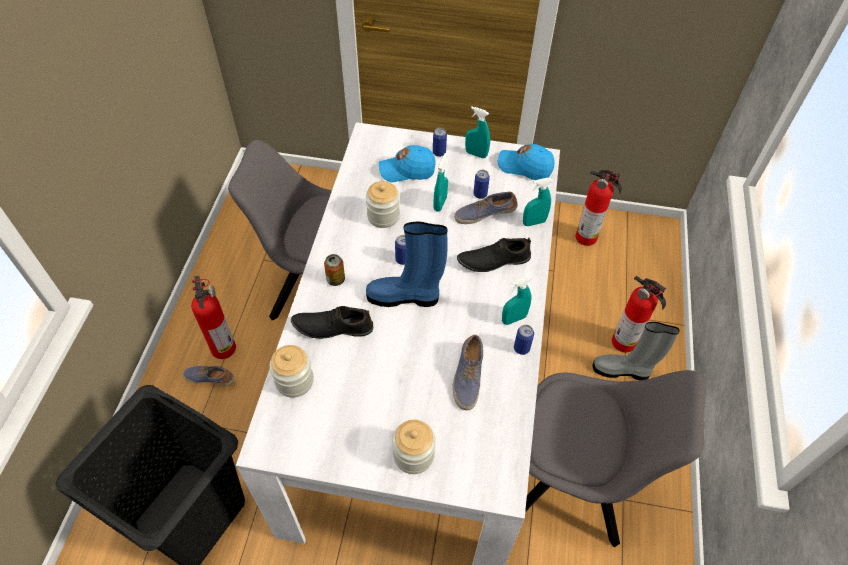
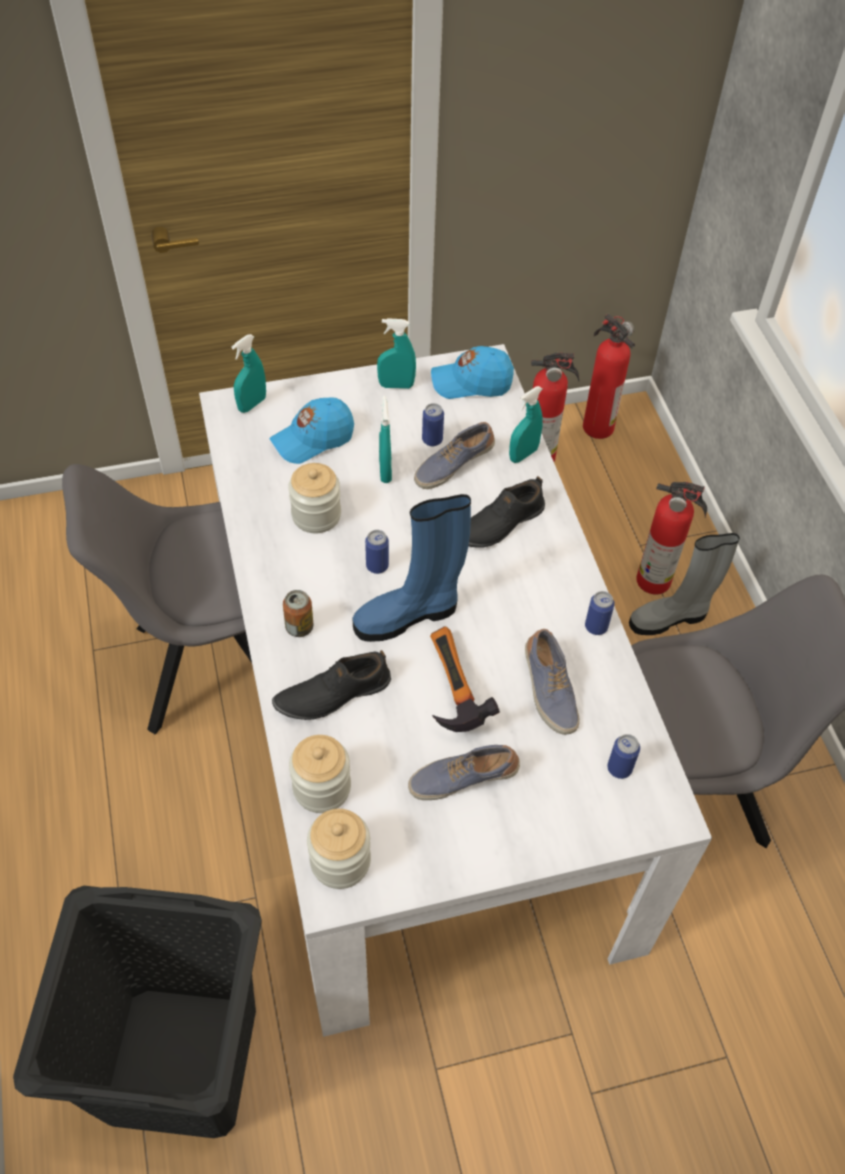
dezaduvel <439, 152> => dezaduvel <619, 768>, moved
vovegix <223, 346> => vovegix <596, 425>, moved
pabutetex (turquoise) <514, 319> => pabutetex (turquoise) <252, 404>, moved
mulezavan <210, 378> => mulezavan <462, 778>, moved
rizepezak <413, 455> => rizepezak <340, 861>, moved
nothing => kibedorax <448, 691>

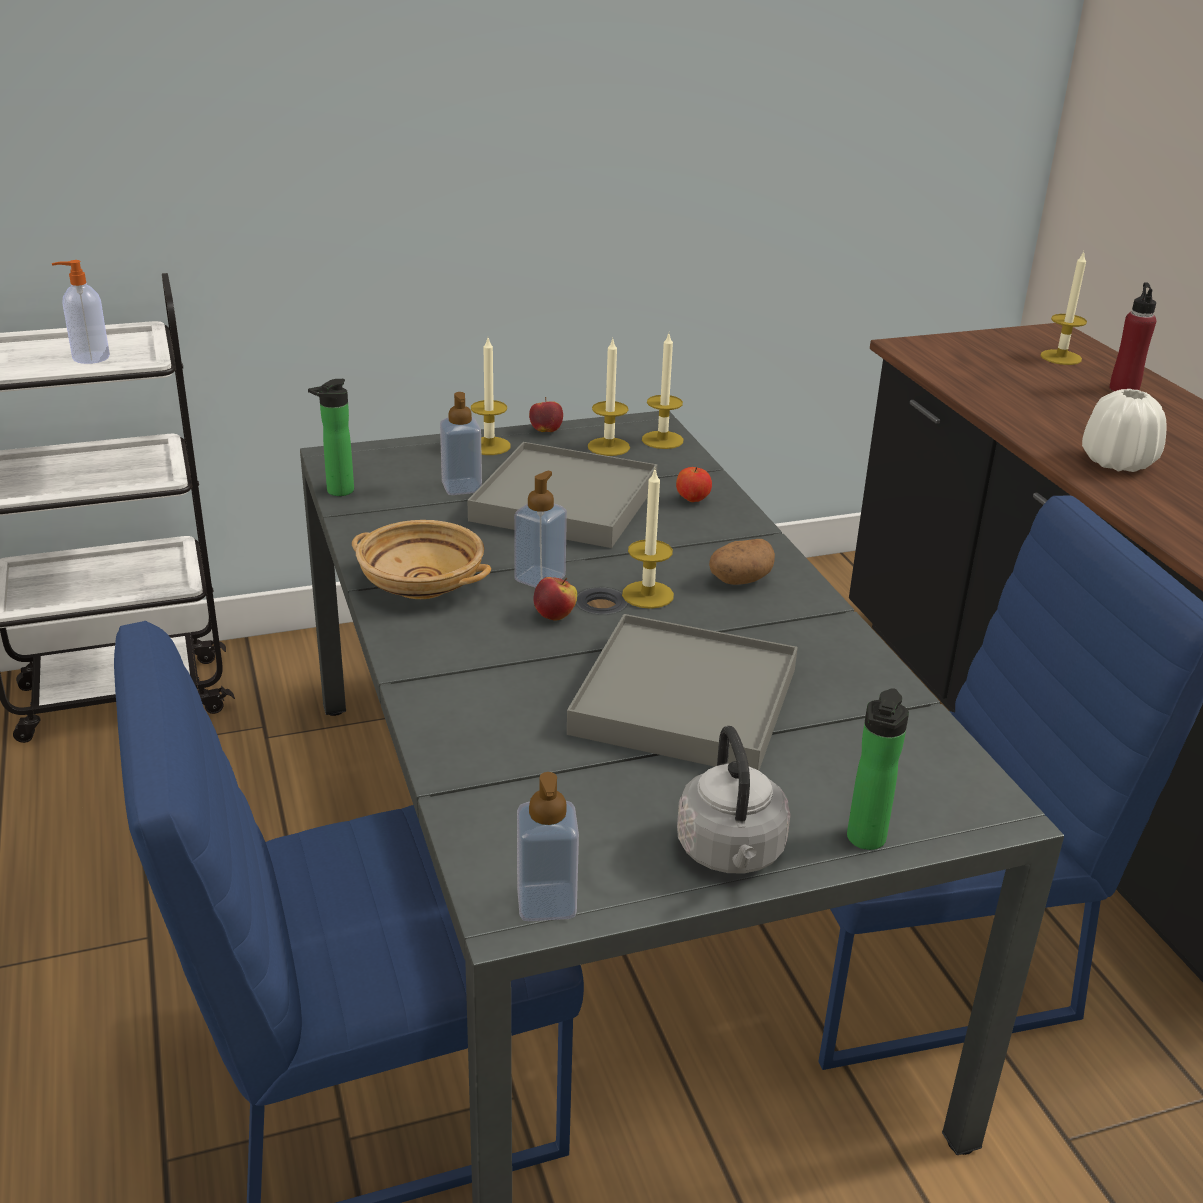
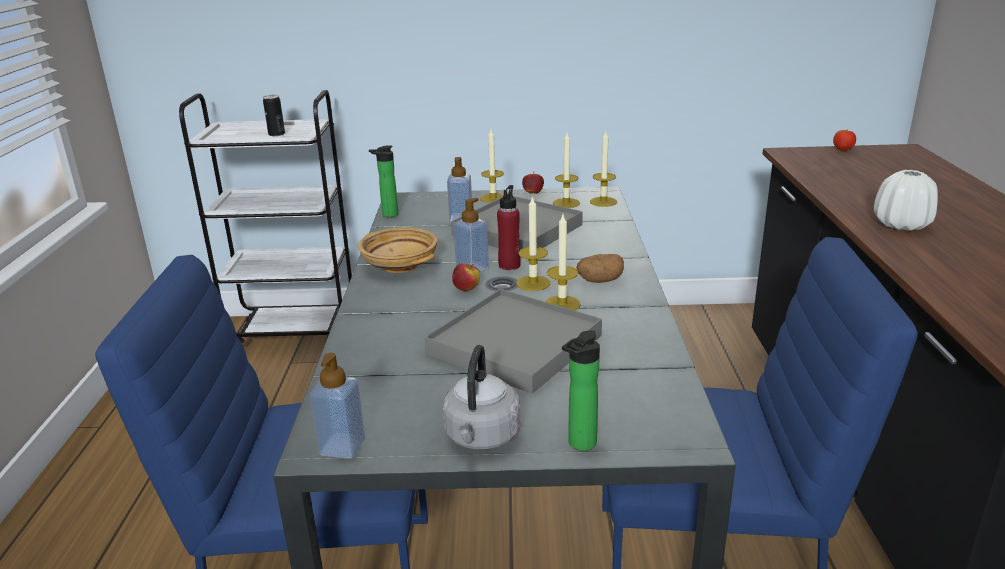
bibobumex <1061, 357> => bibobumex <562, 304>, moved
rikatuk <89, 358> => dezaduvel <276, 134>
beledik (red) <1124, 389> => beledik (red) <509, 265>, moved
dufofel <692, 500> => dufofel <842, 150>, moved

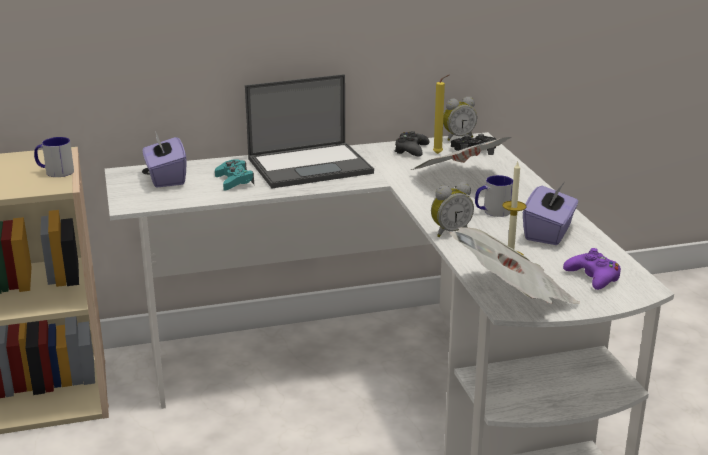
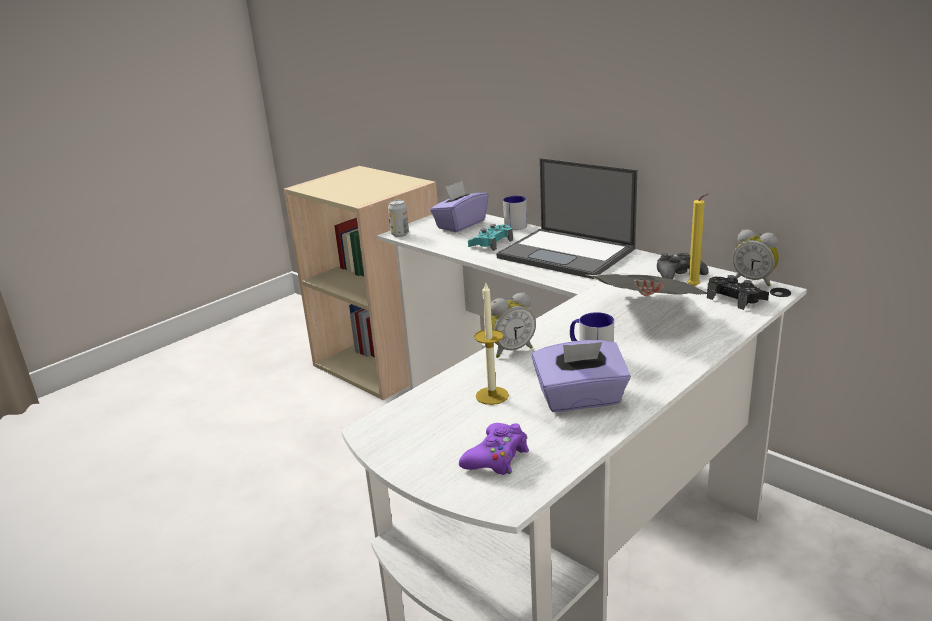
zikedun <55, 172> => zikedun <513, 225>, moved
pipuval <450, 231> => pipuval <510, 350>, 60 degrees counterclockwise
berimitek <513, 297> => nothing
nothing => dezaduvel <400, 234>

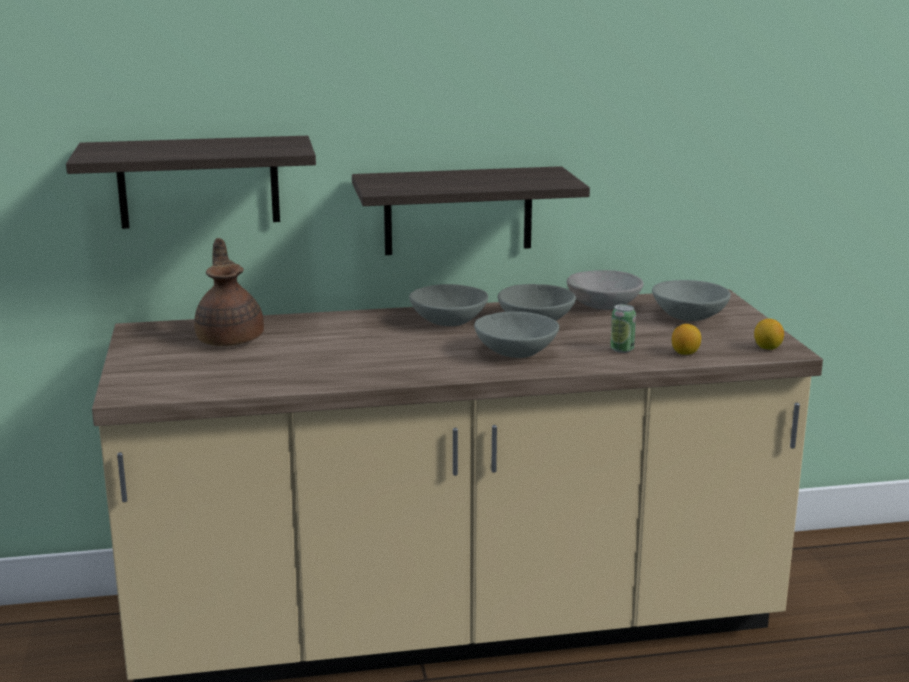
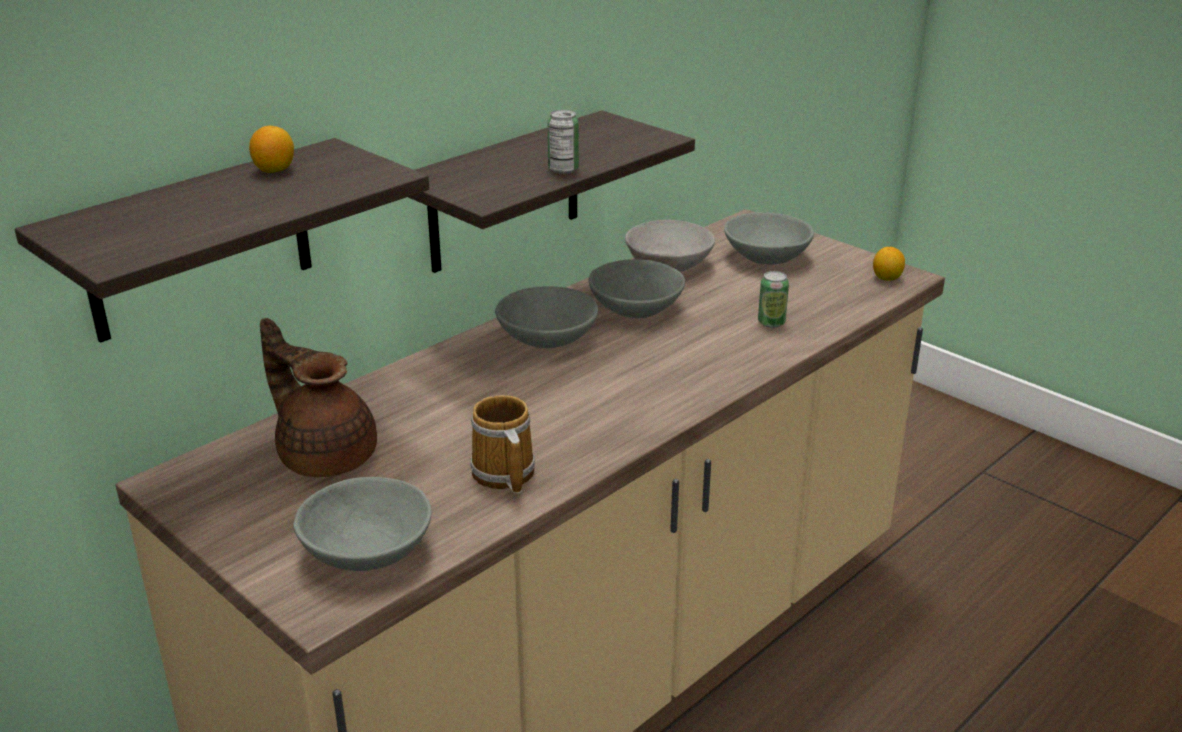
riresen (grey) <516, 352> => riresen (grey) <367, 552>, moved
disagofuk <685, 353> => disagofuk <274, 170>, moved
nothing => dezaduvel <563, 169>
nothing => zikedun <502, 474>

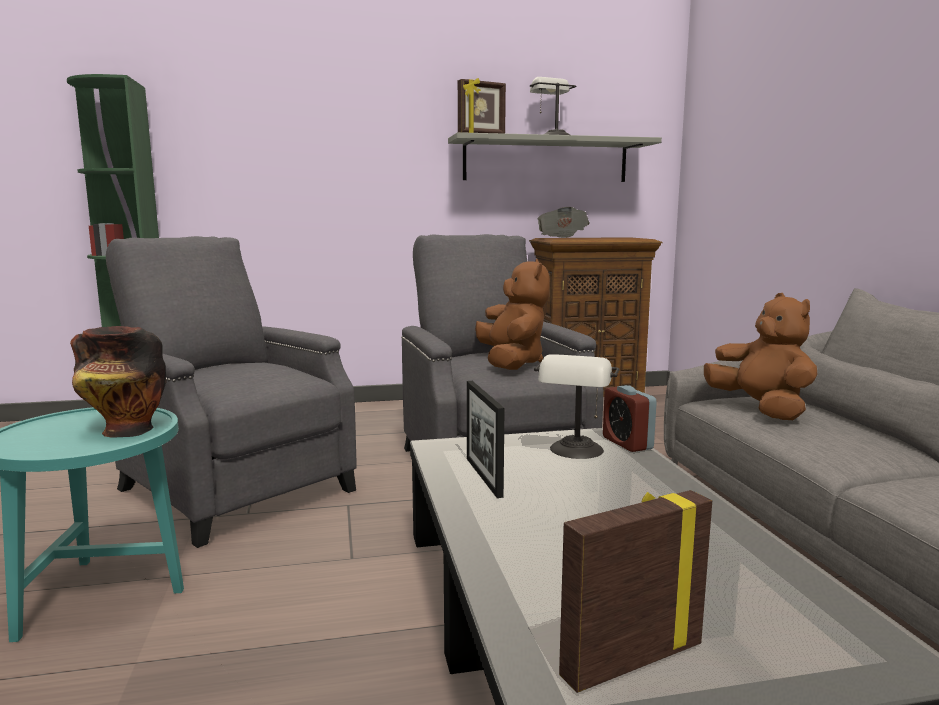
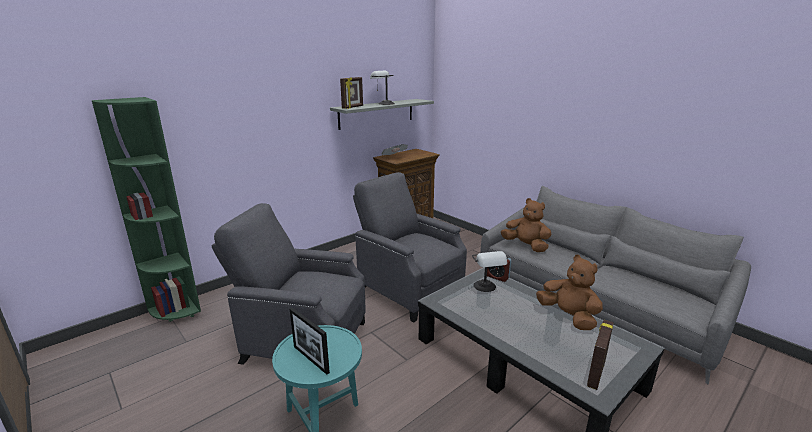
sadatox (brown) <511, 363> => sadatox (brown) <568, 317>, moved
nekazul <125, 430> => nothing
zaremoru <483, 476> => zaremoru <311, 359>, moved

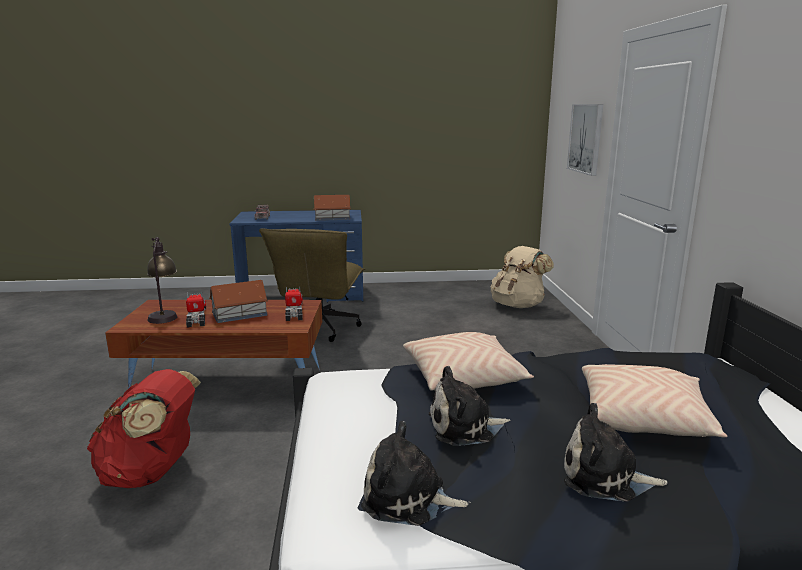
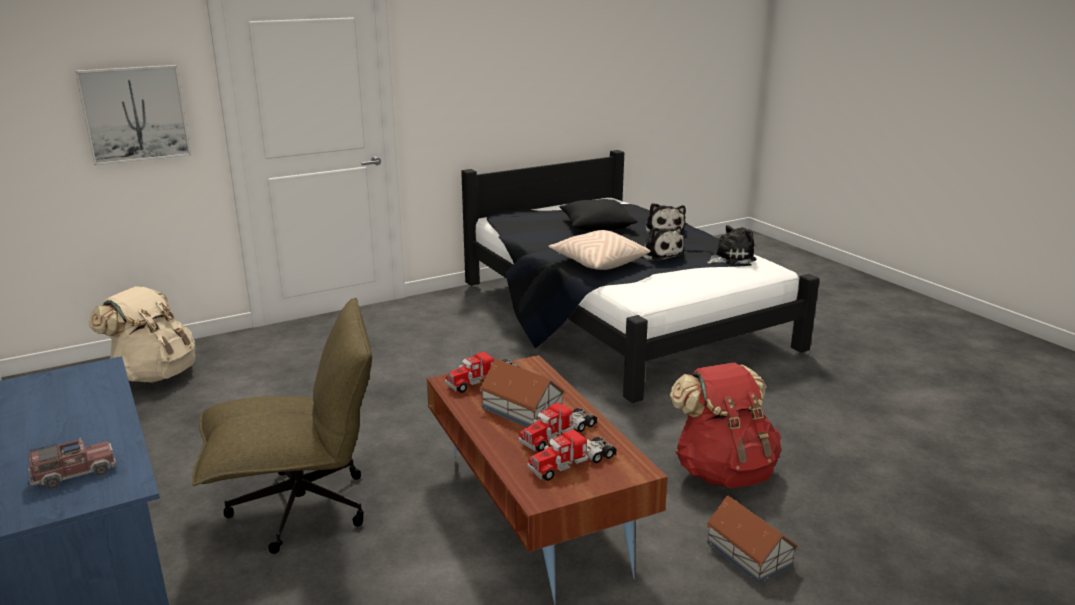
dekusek <333, 218> => dekusek <748, 553>, moved
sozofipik <164, 314> => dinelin <572, 463>
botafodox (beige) <644, 418> => botafodox (black) <596, 226>
sadatox <409, 499> => sadatox <730, 258>, 105 degrees counterclockwise

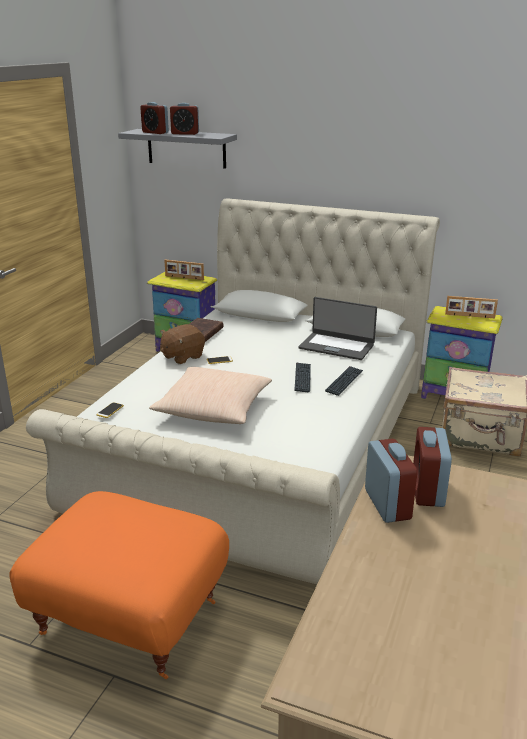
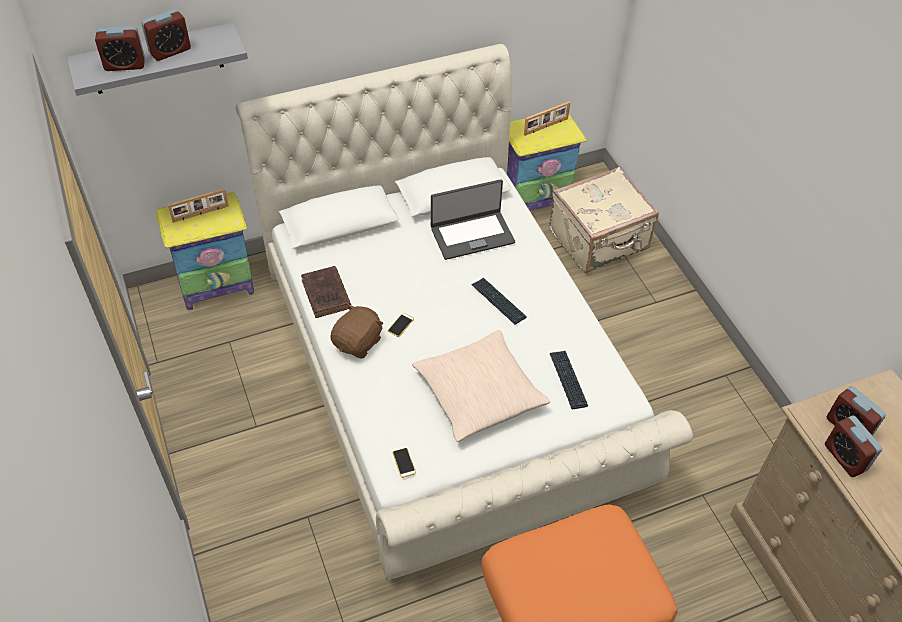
sadatox (brown) <182, 356> => sadatox (brown) <358, 342>, 150 degrees counterclockwise
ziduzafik <344, 381> => ziduzafik <568, 380>, moved
pipuval <387, 504> => pipuval <845, 457>, 150 degrees counterclockwise

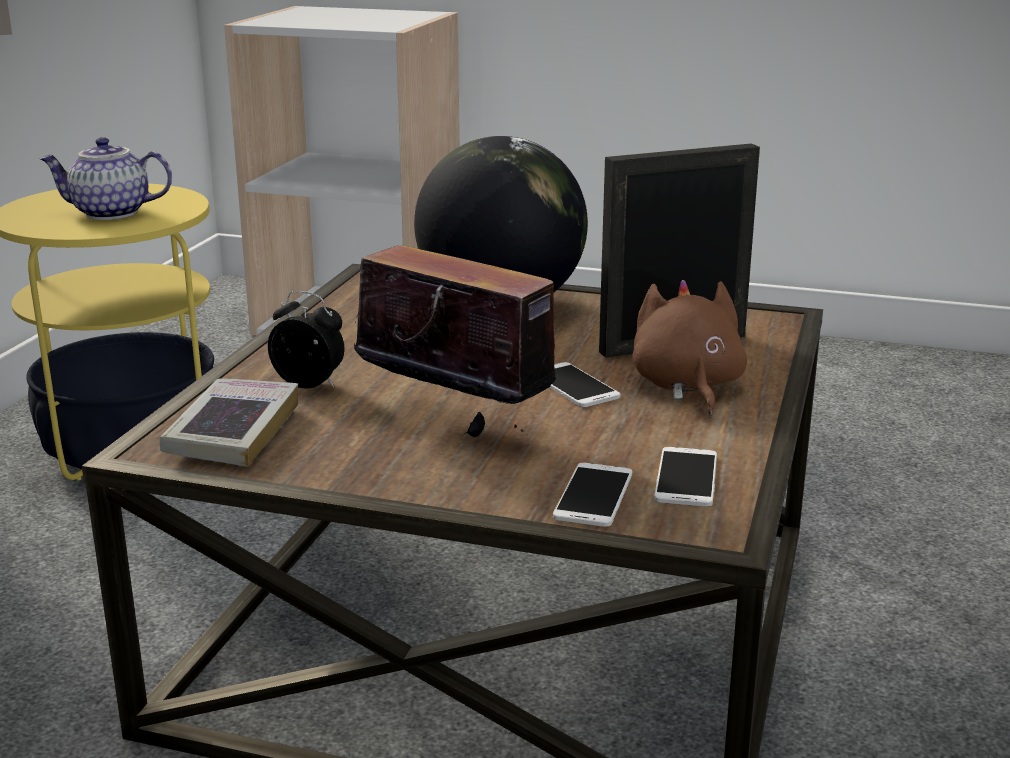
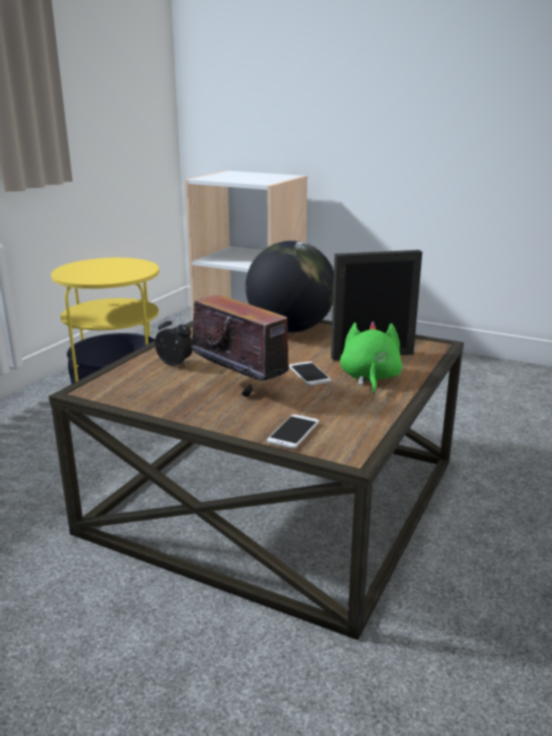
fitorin <110, 213> => nothing
sadatox (brown) <686, 386> => sadatox (green) <369, 378>
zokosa <233, 431> => nothing
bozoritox <686, 478> => nothing

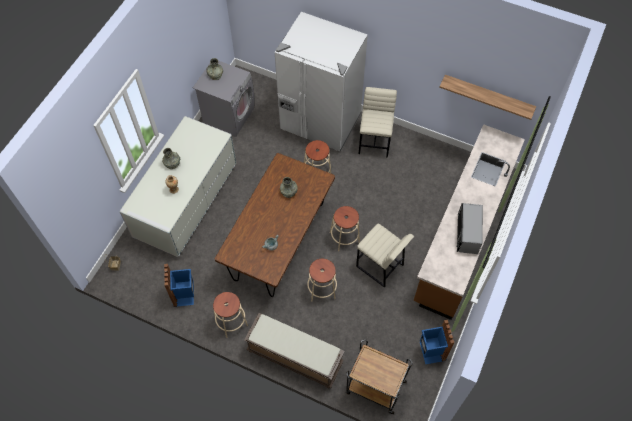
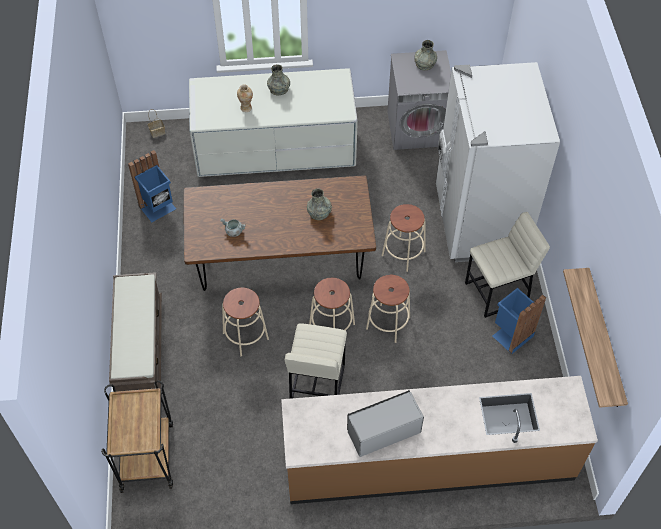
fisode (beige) <231, 321> => fisode (beige) <388, 323>, moved
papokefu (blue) <431, 351> => papokefu (blue) <511, 335>, moved

